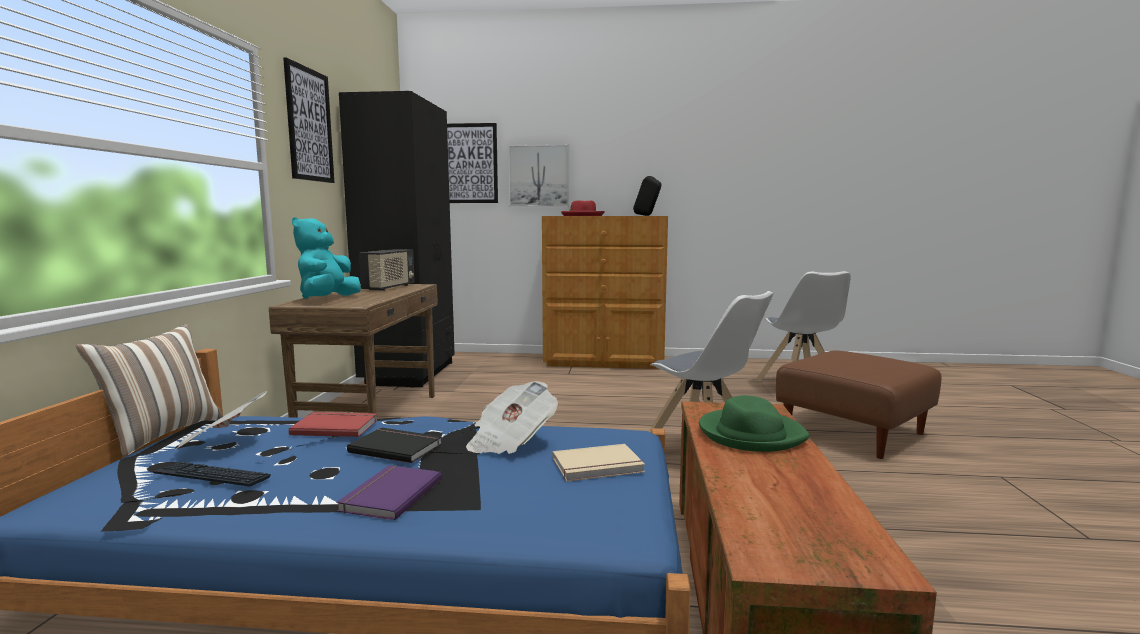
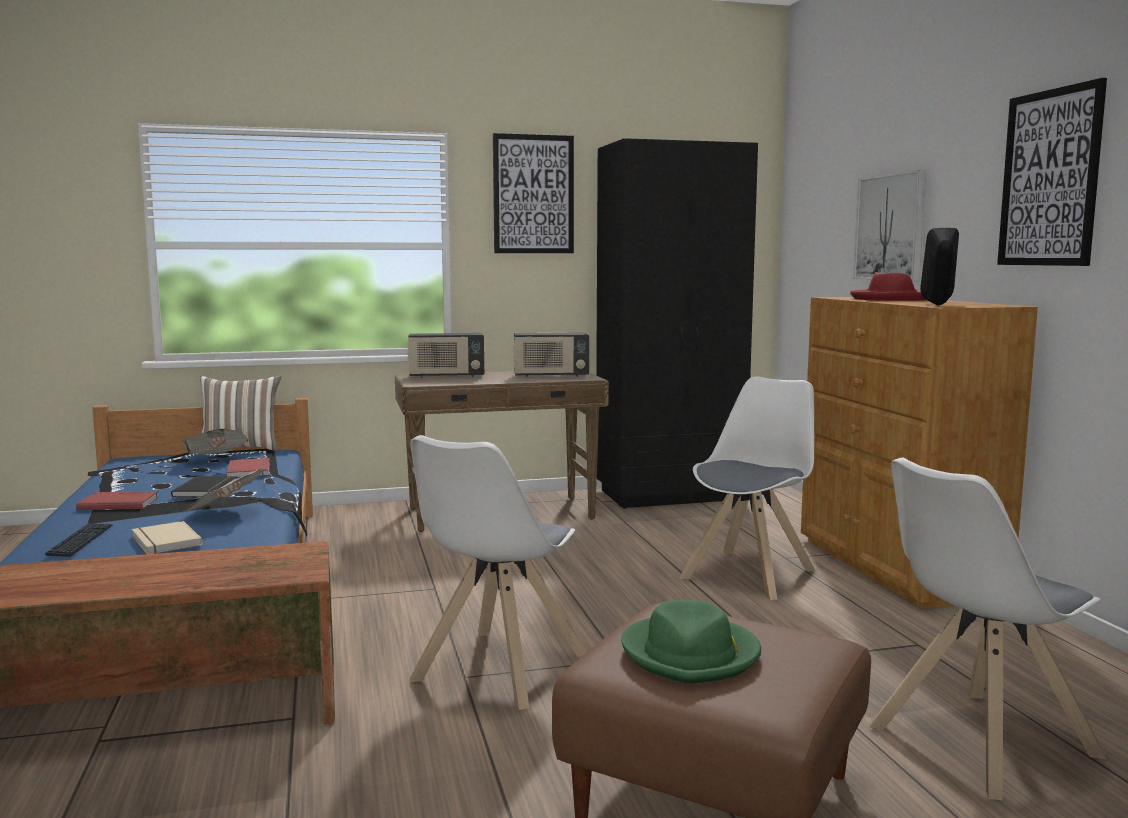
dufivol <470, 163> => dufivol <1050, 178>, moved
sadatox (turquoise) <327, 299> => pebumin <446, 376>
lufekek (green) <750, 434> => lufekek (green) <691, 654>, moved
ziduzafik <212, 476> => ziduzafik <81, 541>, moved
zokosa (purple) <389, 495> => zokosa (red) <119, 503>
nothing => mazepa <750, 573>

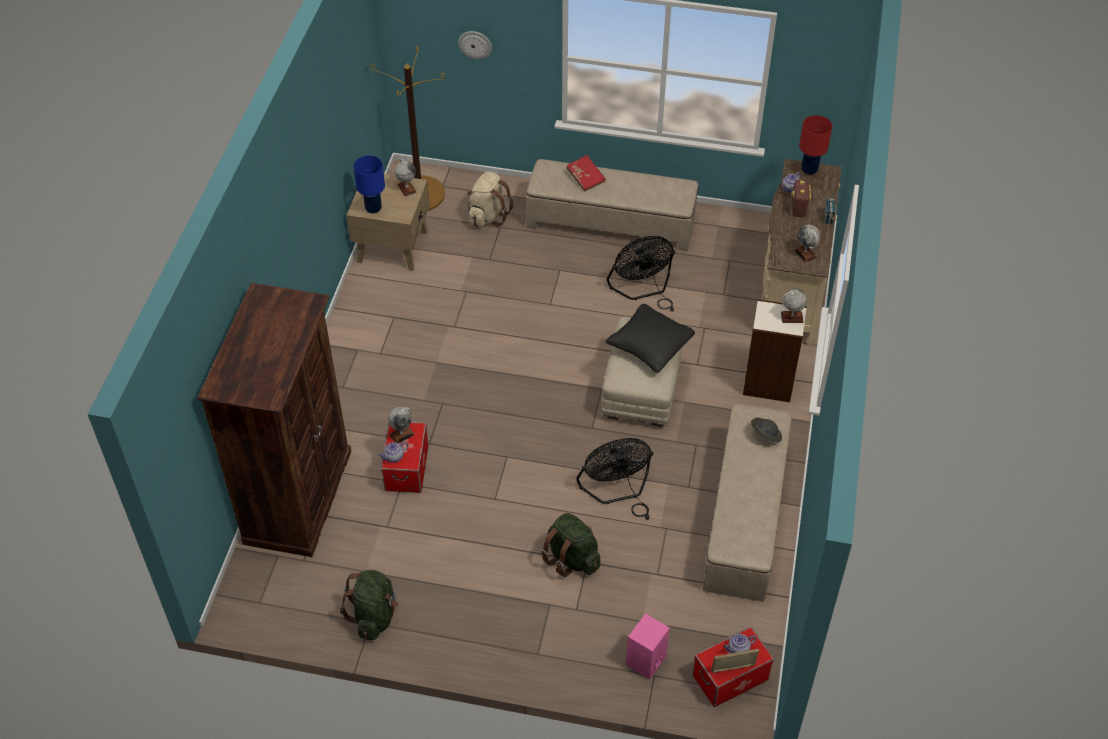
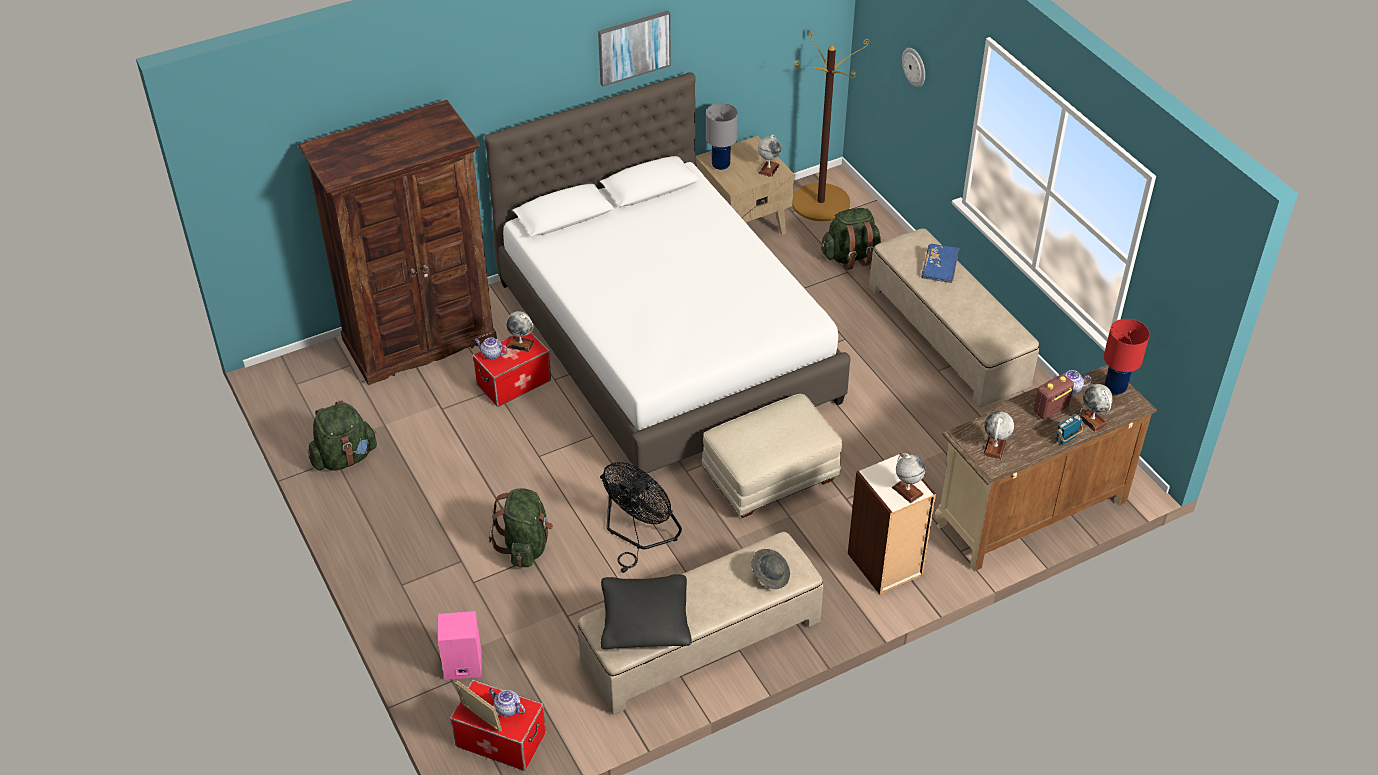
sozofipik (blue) <373, 209> => sozofipik (grey) <721, 165>
zokosa (red) <585, 178> => zokosa (blue) <939, 269>
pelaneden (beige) <488, 216> => pelaneden (green) <850, 257>
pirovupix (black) <646, 289> => nothing
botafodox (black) <650, 345> => botafodox (black) <645, 621>, moved
nothing => dufivol <634, 47>
nothing => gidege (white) <666, 341>
nothing => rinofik <1092, 420>

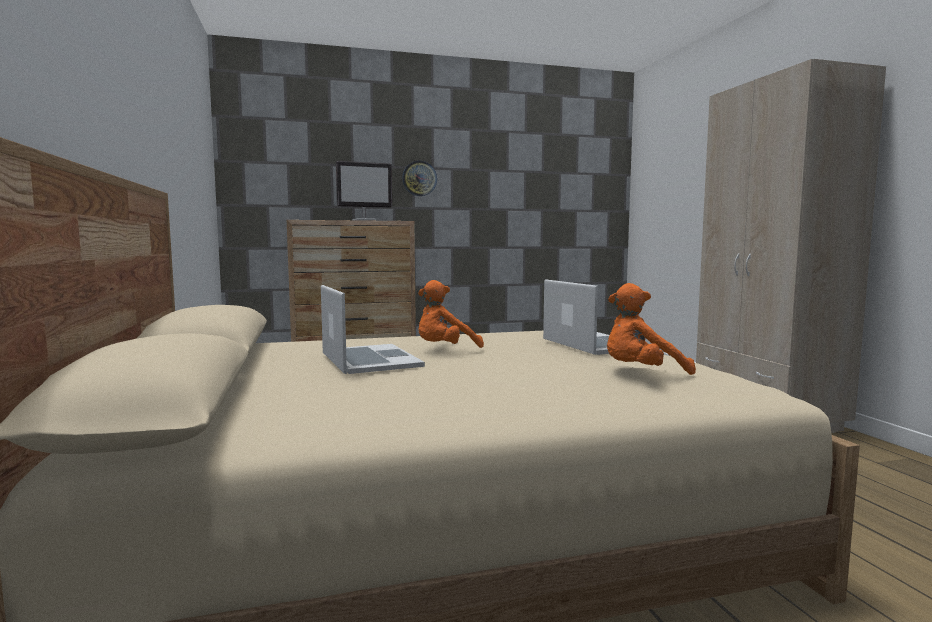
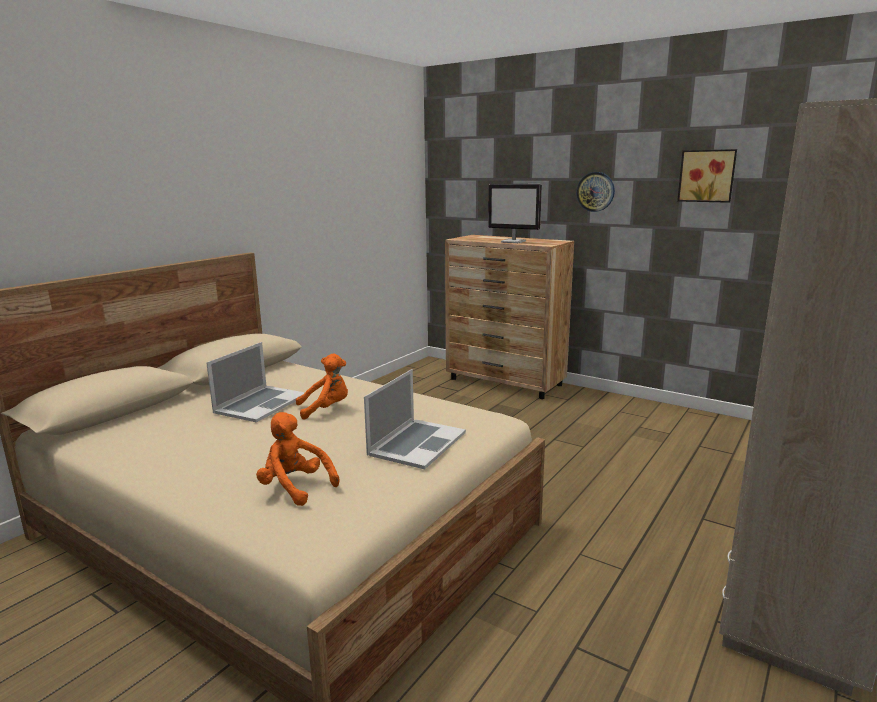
sadatox (orange) <445, 350> => sadatox (orange) <326, 409>, 150 degrees clockwise
nothing => dufivol <707, 176>

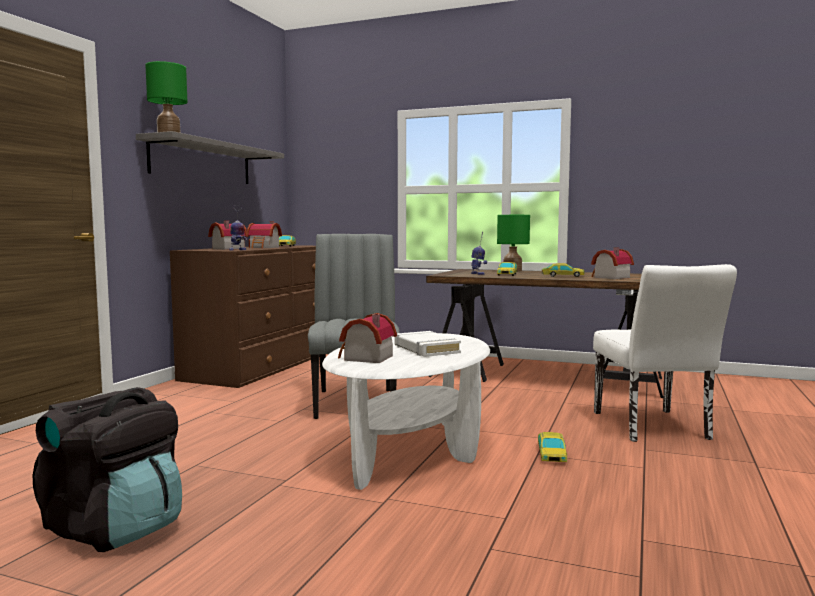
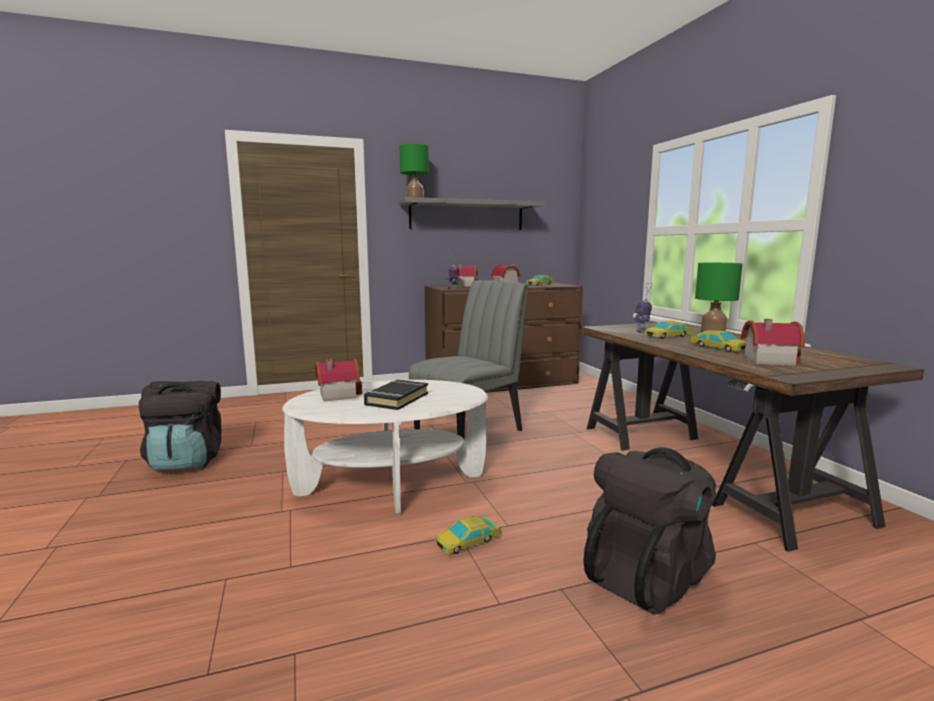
mazepa (white) <654, 428> => pelaneden (black) <647, 576>
zokosa (white) <426, 349> => zokosa (black) <396, 399>

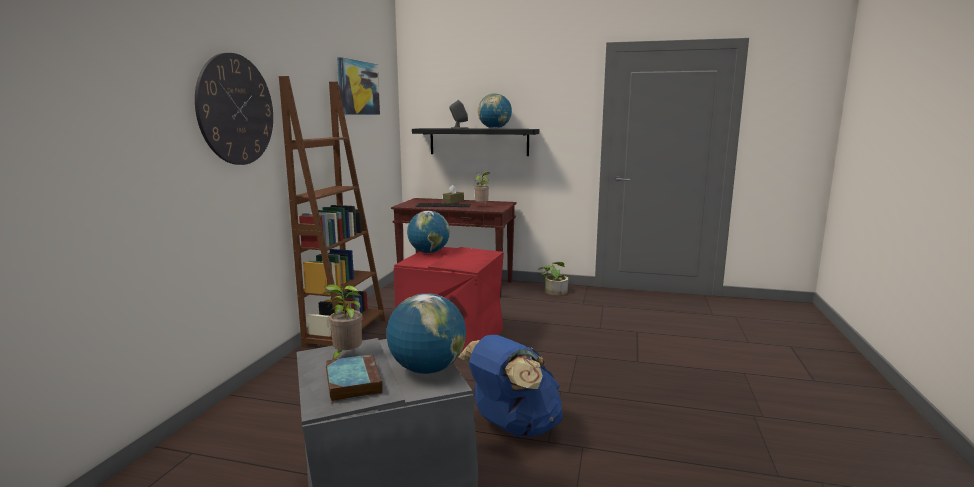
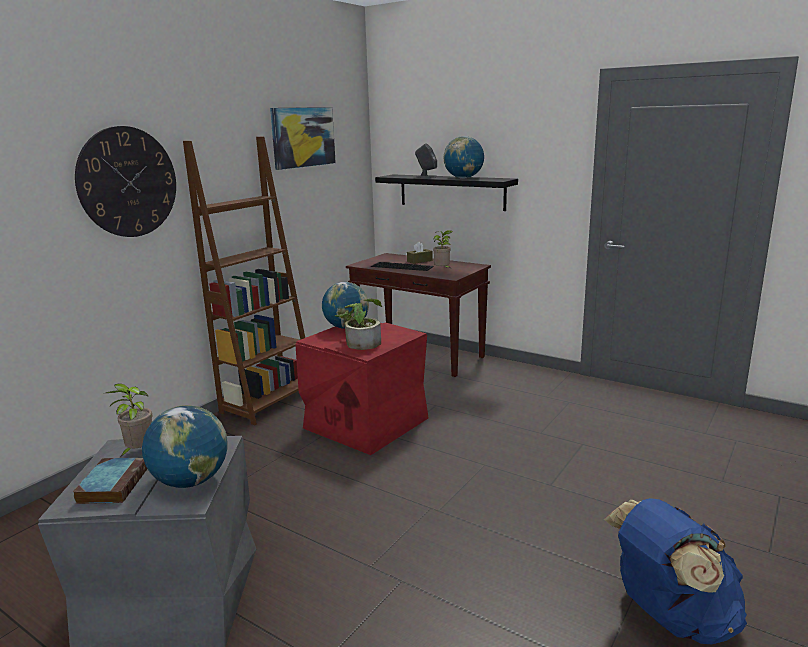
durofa <553, 290> => durofa <361, 342>, moved
pelaneden (blue) <513, 427> => pelaneden (blue) <670, 617>, moved

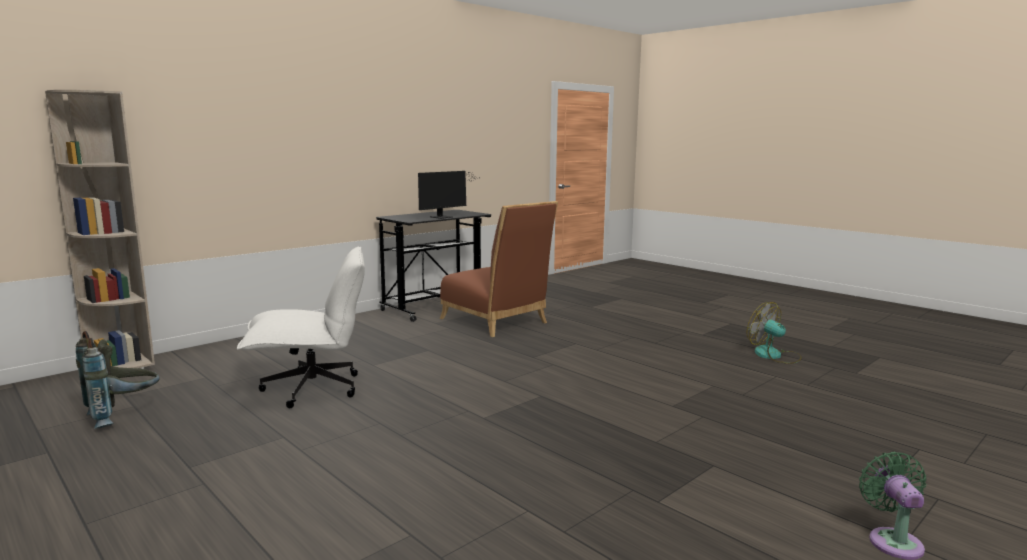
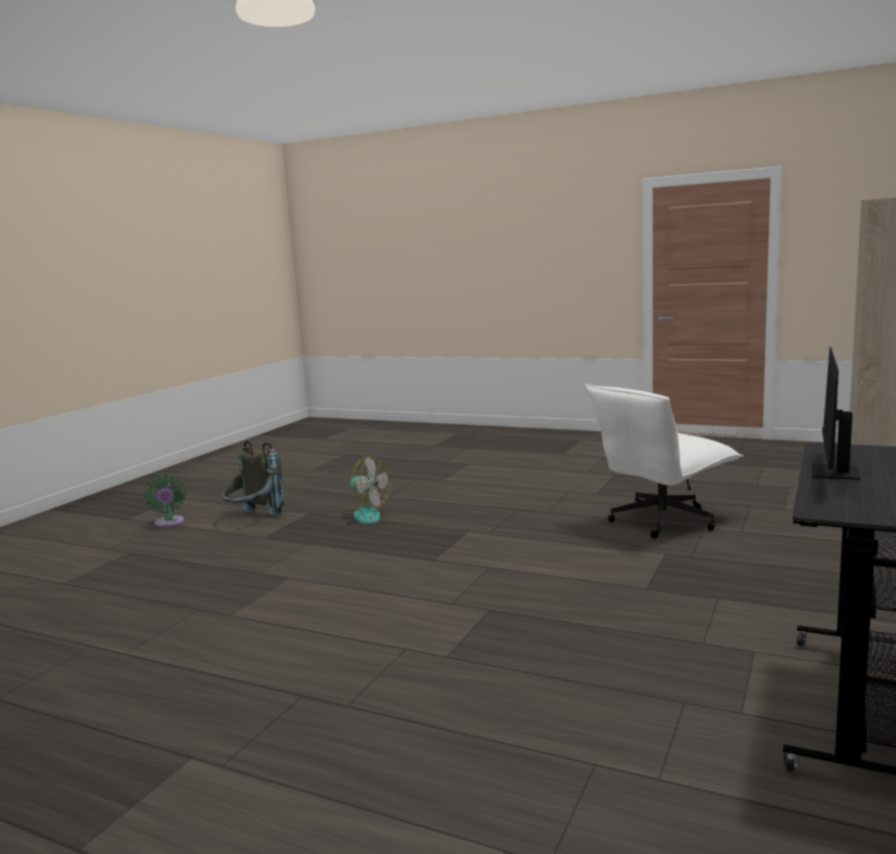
mazepa (brown) <497, 322> => nothing
pirovupix <774, 355> => pirovupix <360, 517>, moved
pelaneden (grey) <123, 415> => pelaneden (grey) <253, 519>, moved

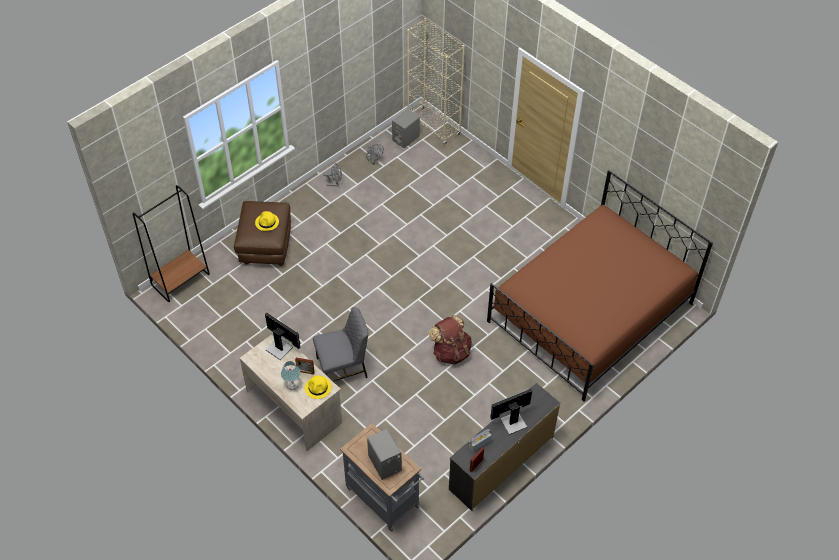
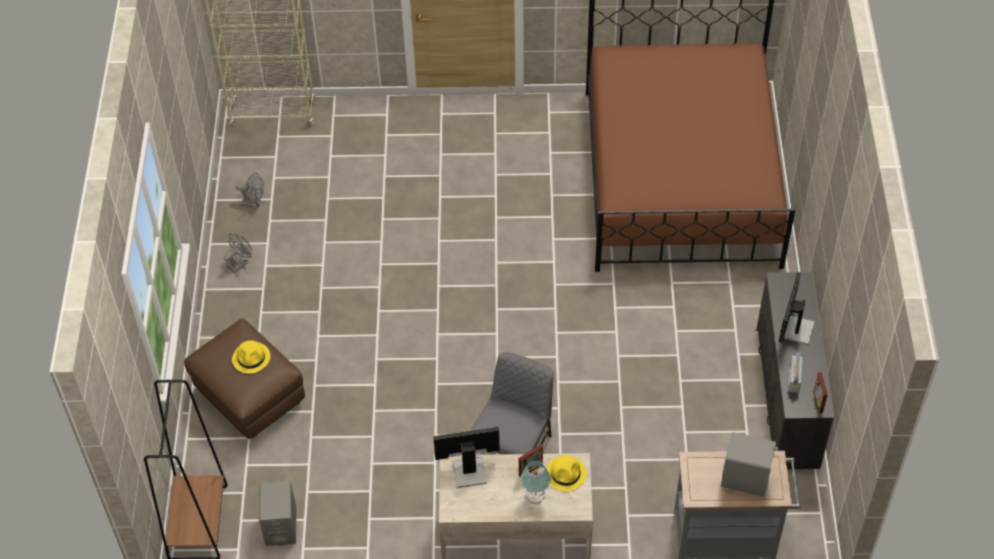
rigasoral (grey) <406, 138> => rigasoral (grey) <281, 526>, moved
pelaneden (brown) <451, 352> => nothing

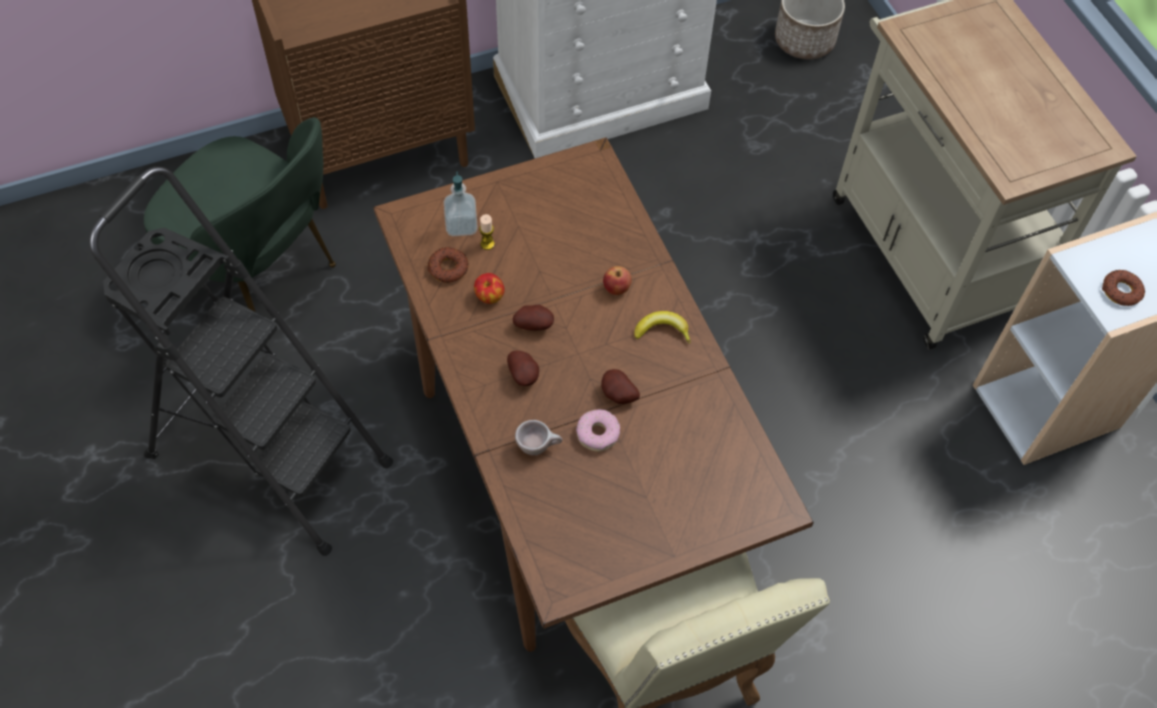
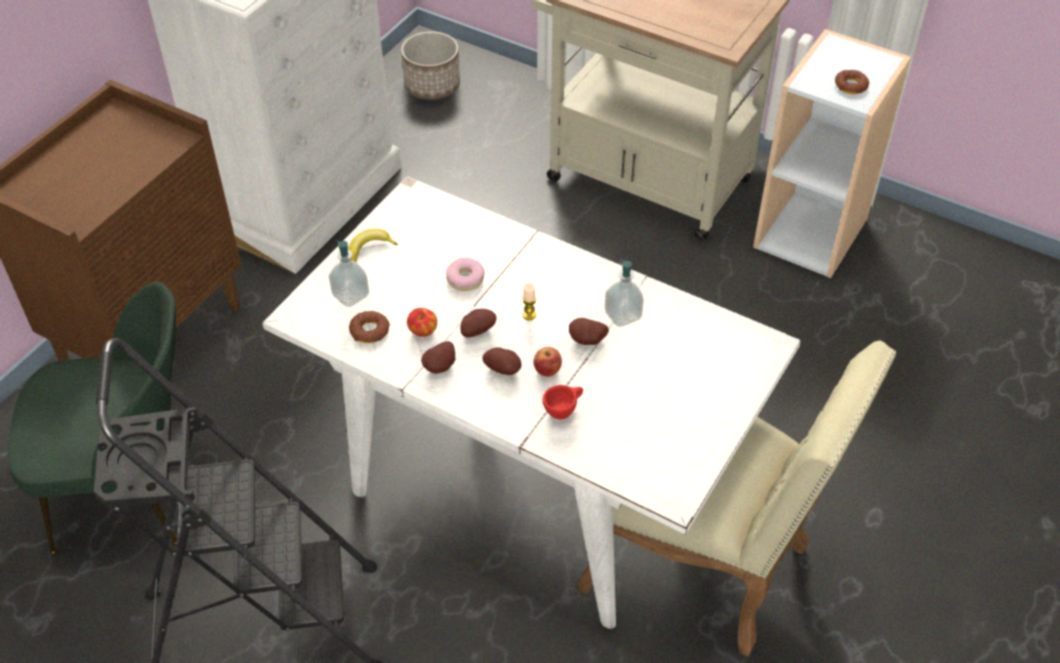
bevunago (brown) <573, 473> => bevunago (white) <529, 479>
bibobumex <487, 244> => bibobumex <529, 315>, moved
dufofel <616, 289> => dufofel <547, 371>, moved
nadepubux <662, 330> => nadepubux <369, 248>, moved
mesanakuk <597, 433> => mesanakuk <465, 279>, moved
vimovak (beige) <538, 447> => vimovak (red) <563, 411>
nothing => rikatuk <623, 315>
nothing => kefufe <441, 367>

